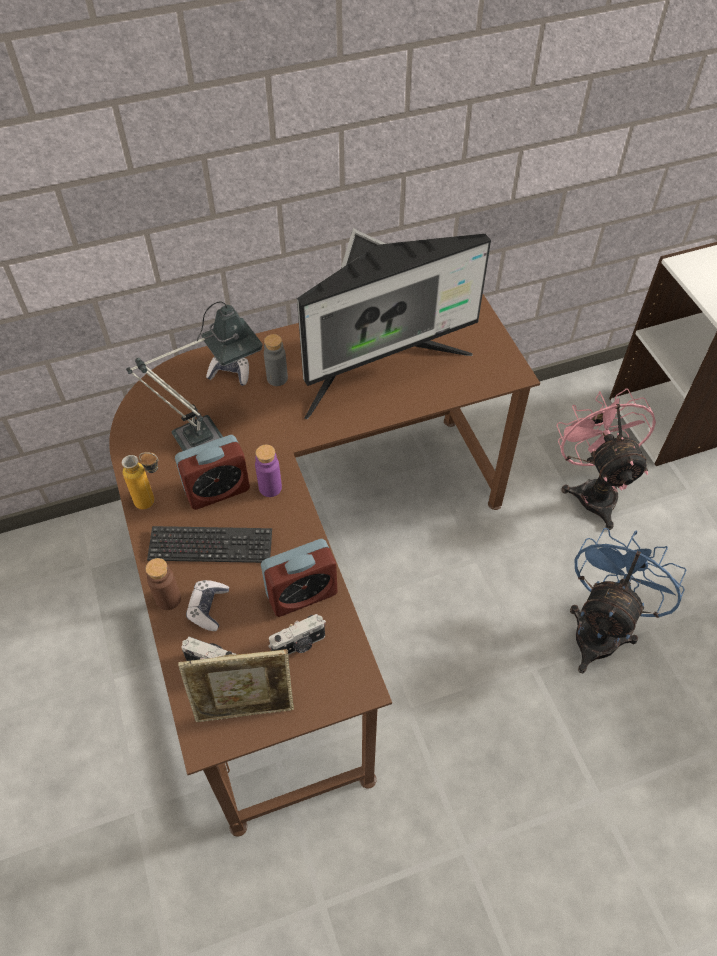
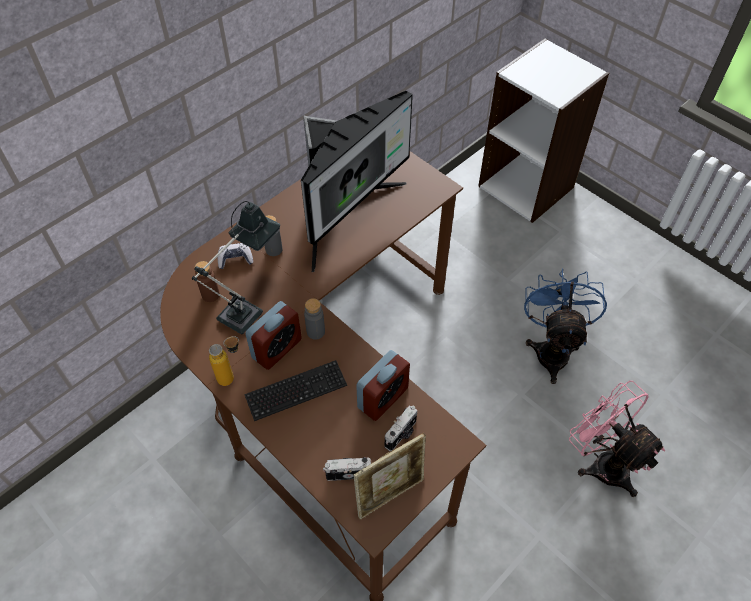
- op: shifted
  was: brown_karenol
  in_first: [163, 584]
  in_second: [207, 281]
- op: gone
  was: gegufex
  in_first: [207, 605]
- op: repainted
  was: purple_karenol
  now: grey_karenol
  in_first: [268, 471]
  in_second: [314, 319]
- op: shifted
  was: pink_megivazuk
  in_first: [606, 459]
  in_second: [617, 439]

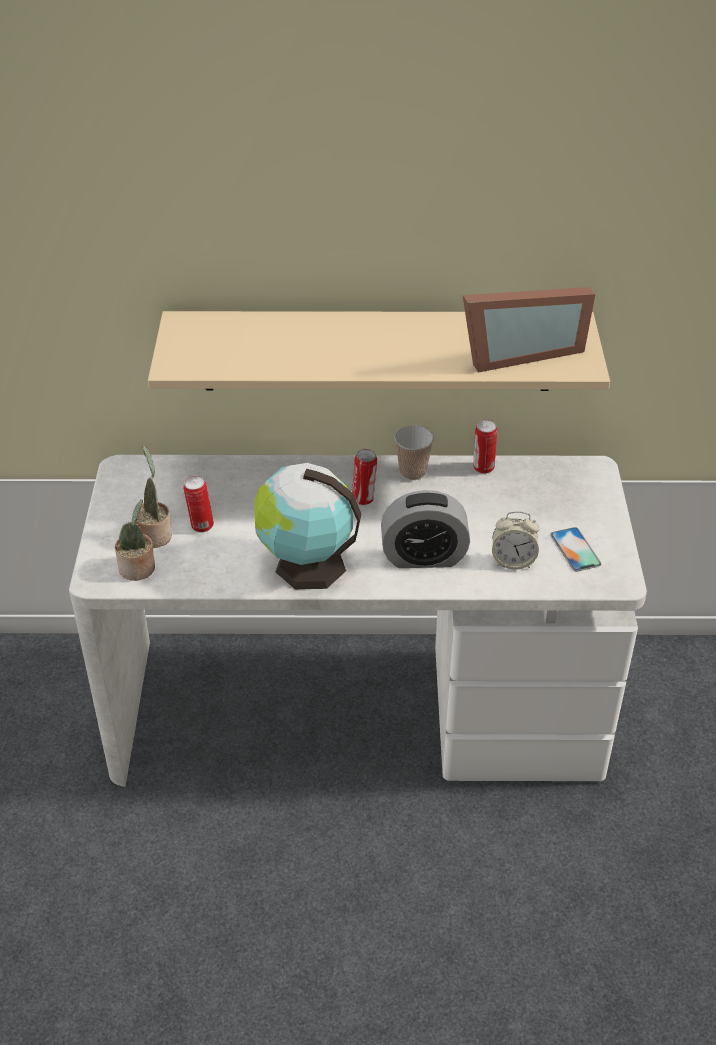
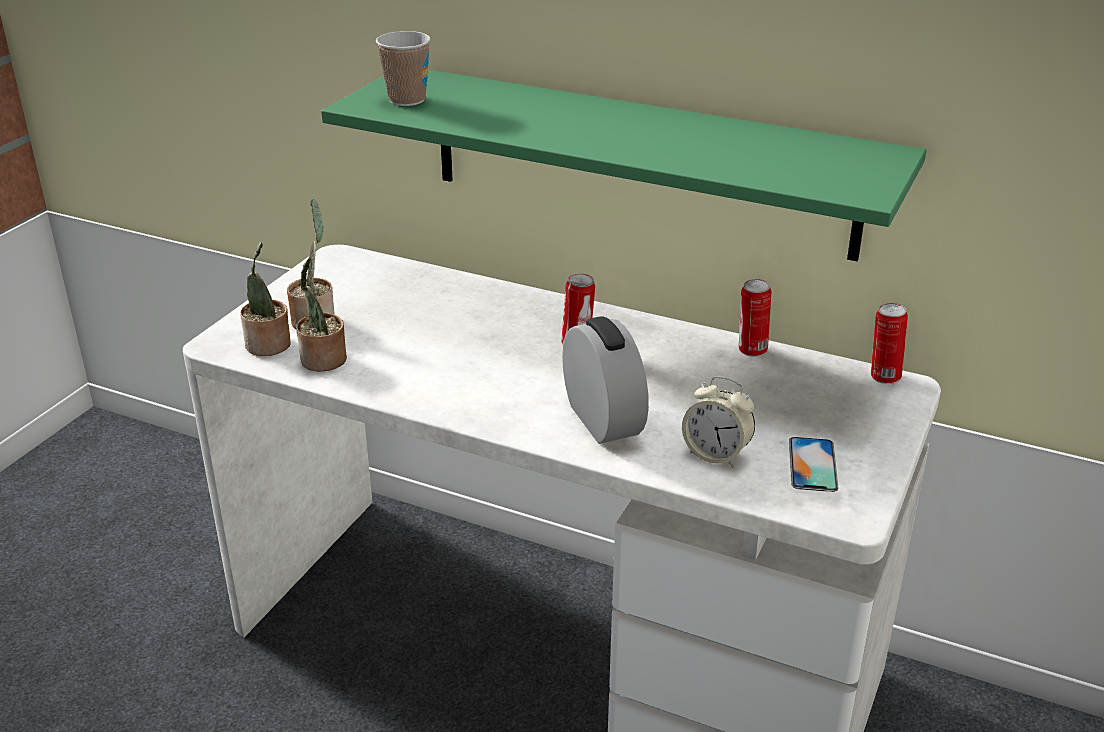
- op: repainted
  was: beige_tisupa
  now: green_tisupa
  in_first: [379, 351]
  in_second: [623, 166]
- op: shifted
  was: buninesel
  in_first: [199, 504]
  in_second: [889, 343]
- op: gone
  was: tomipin
  in_first: [308, 526]
- op: rotated
  was: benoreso
  in_first: [425, 529]
  in_second: [605, 380]
  clockwise: -135
- op: shifted
  was: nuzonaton
  in_first: [414, 452]
  in_second: [403, 68]
- op: gone
  was: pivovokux
  in_first: [529, 329]
- op: new
  now: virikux
  in_second: [321, 314]

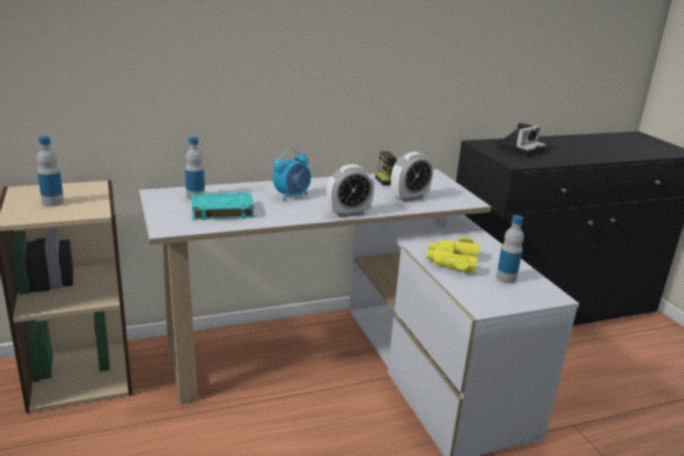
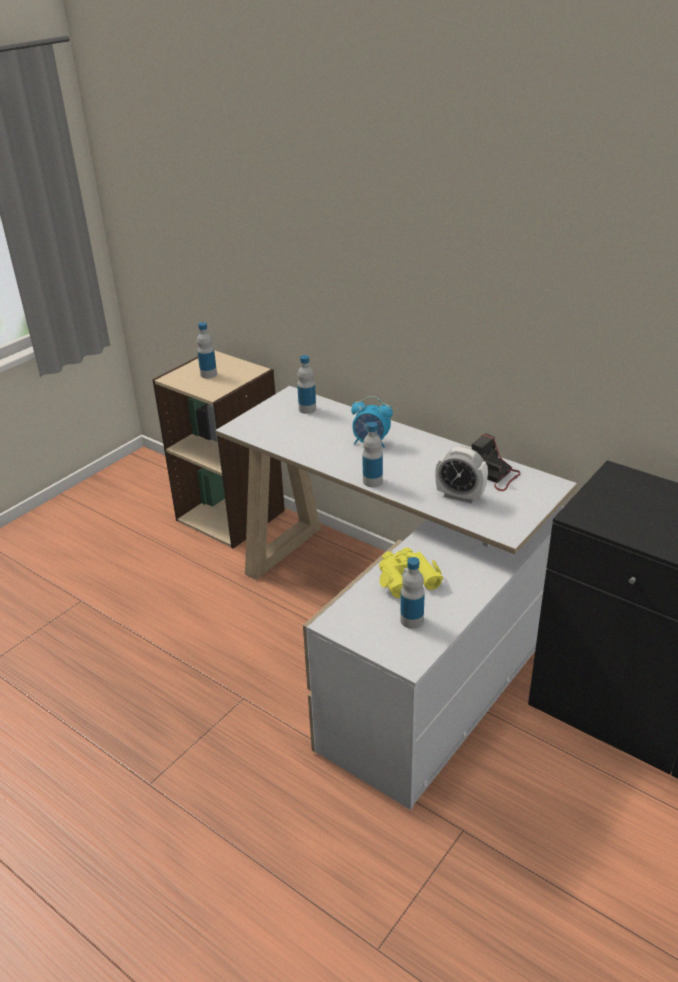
- op: gone
  was: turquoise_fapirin
  in_first: [223, 206]
- op: swapped
  was: benoreso
  now: karenol
  in_first: [350, 190]
  in_second: [372, 454]
- op: gone
  was: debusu
  in_first: [521, 140]

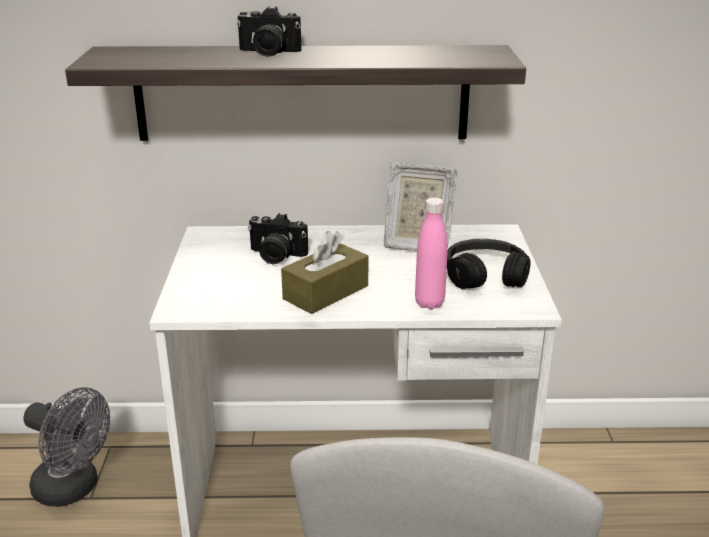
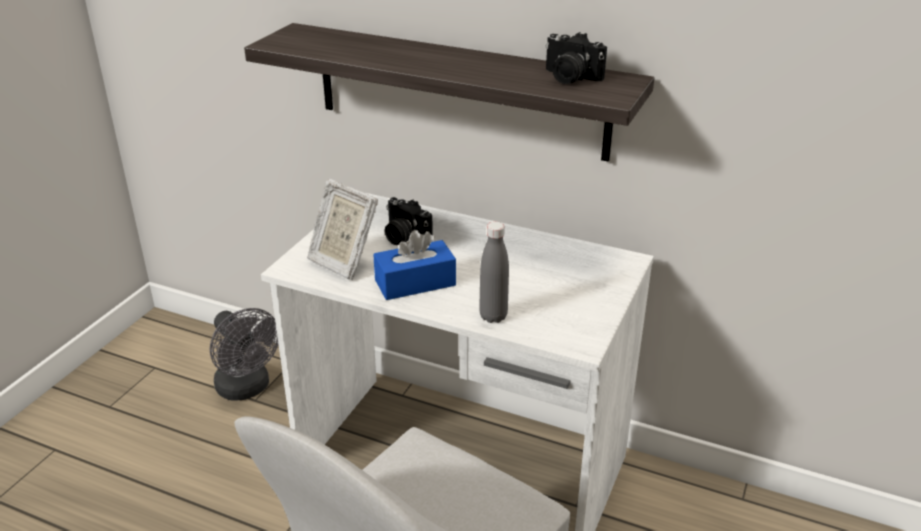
- op: shifted
  was: debusu
  in_first: [268, 31]
  in_second: [576, 58]
- op: repainted
  was: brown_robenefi
  now: blue_robenefi
  in_first: [325, 272]
  in_second: [414, 265]
- op: shifted
  was: pivovokux
  in_first: [420, 206]
  in_second: [342, 229]
- op: repainted
  was: pink_karenol
  now: grey_karenol
  in_first: [431, 253]
  in_second: [494, 272]
- op: gone
  was: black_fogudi
  in_first: [488, 264]

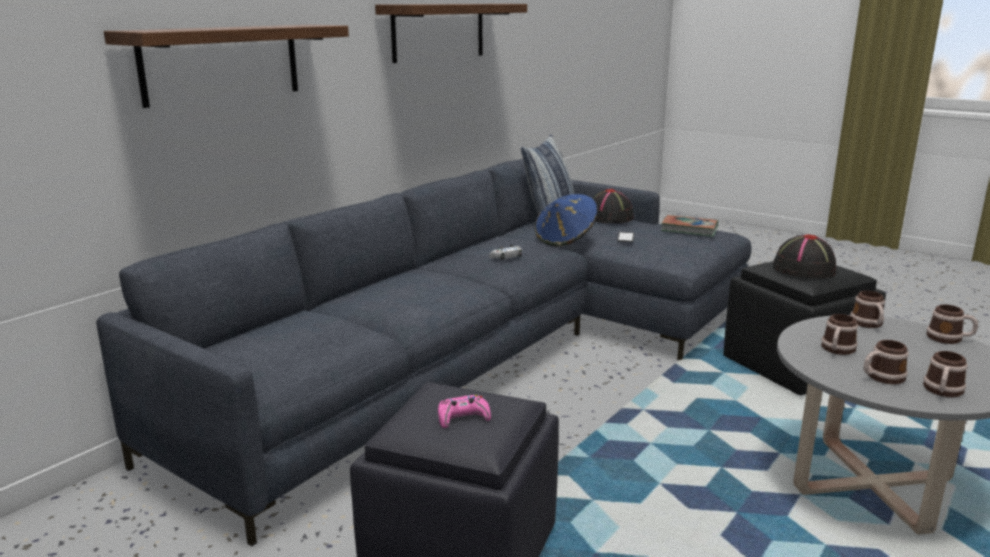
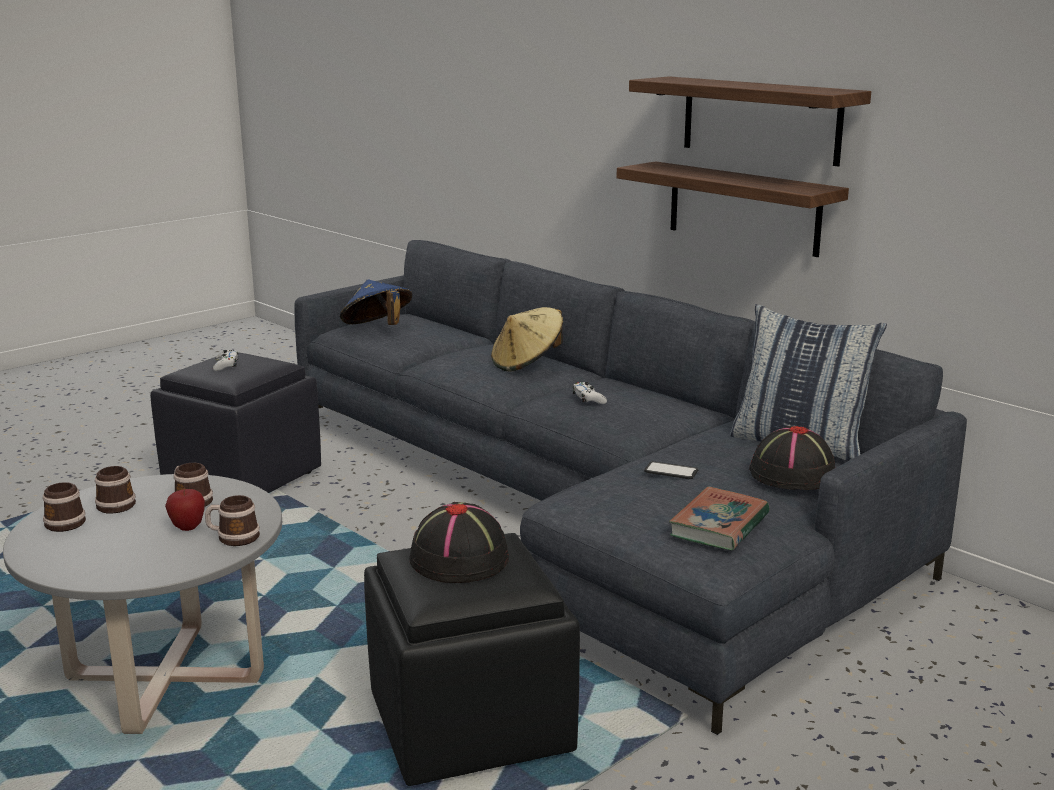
- op: shifted
  was: tisupa
  in_first: [226, 66]
  in_second: [733, 209]
- op: repainted
  was: pink_gegufex
  now: white_gegufex
  in_first: [464, 411]
  in_second: [225, 360]
- op: shifted
  was: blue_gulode
  in_first: [566, 220]
  in_second: [376, 302]
- op: gone
  was: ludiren
  in_first: [952, 324]
- op: new
  now: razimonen
  in_second: [185, 510]
- op: new
  now: beige_gulode
  in_second: [527, 339]

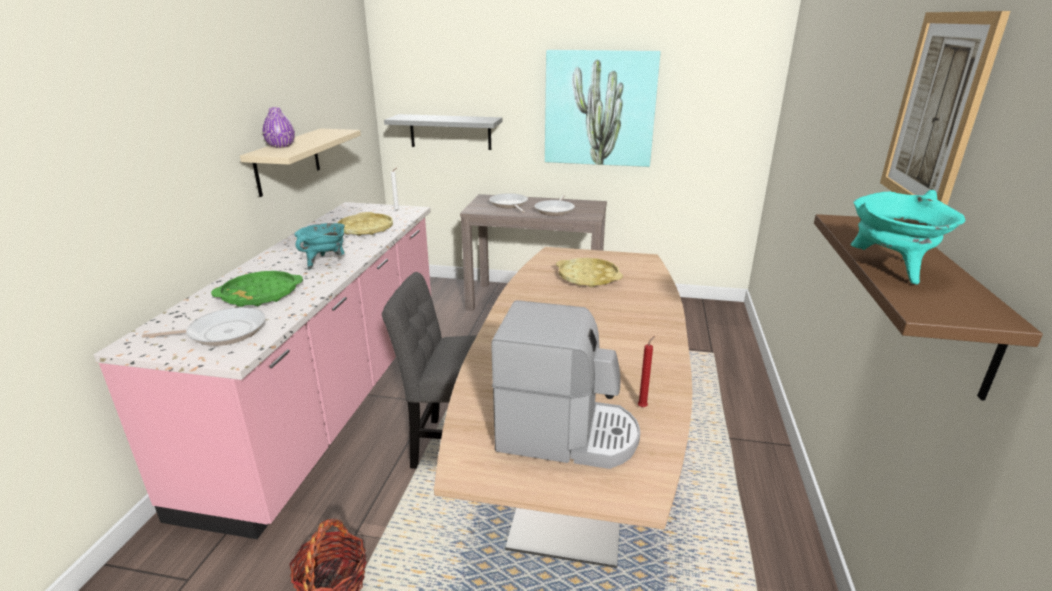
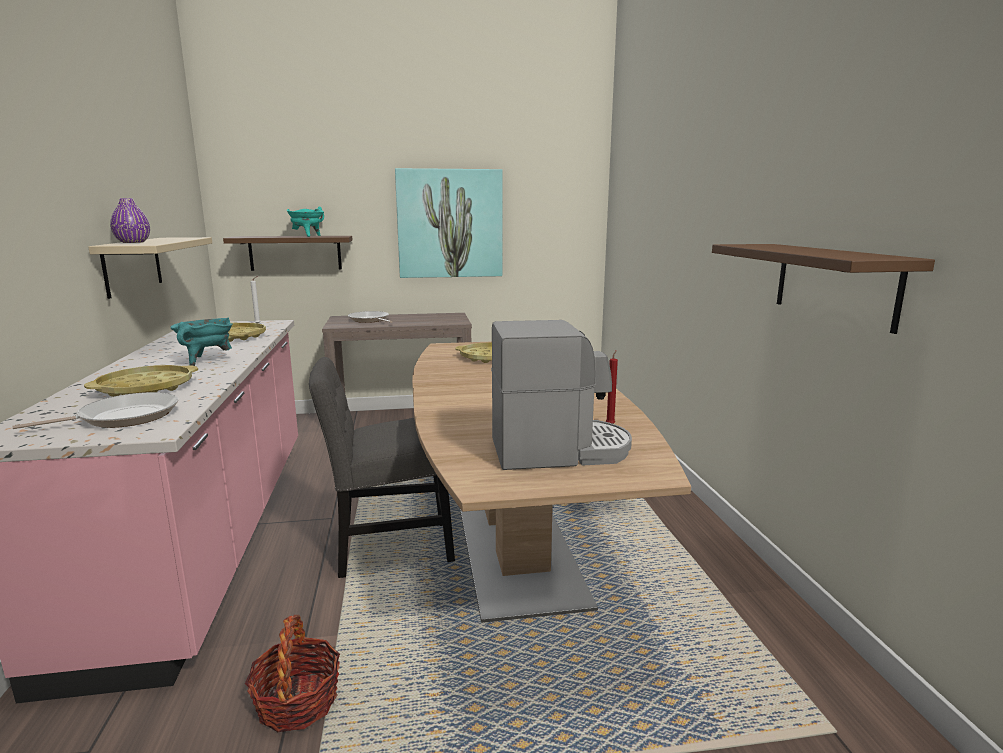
- op: repainted
  was: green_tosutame
  now: yellow_tosutame
  in_first: [257, 289]
  in_second: [141, 381]
- op: repainted
  was: grey_tisupa
  now: brown_tisupa
  in_first: [443, 132]
  in_second: [287, 253]
- op: gone
  was: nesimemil
  in_first: [554, 205]
- op: shifted
  was: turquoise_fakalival
  in_first: [908, 237]
  in_second: [305, 222]
- op: gone
  was: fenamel
  in_first: [945, 108]

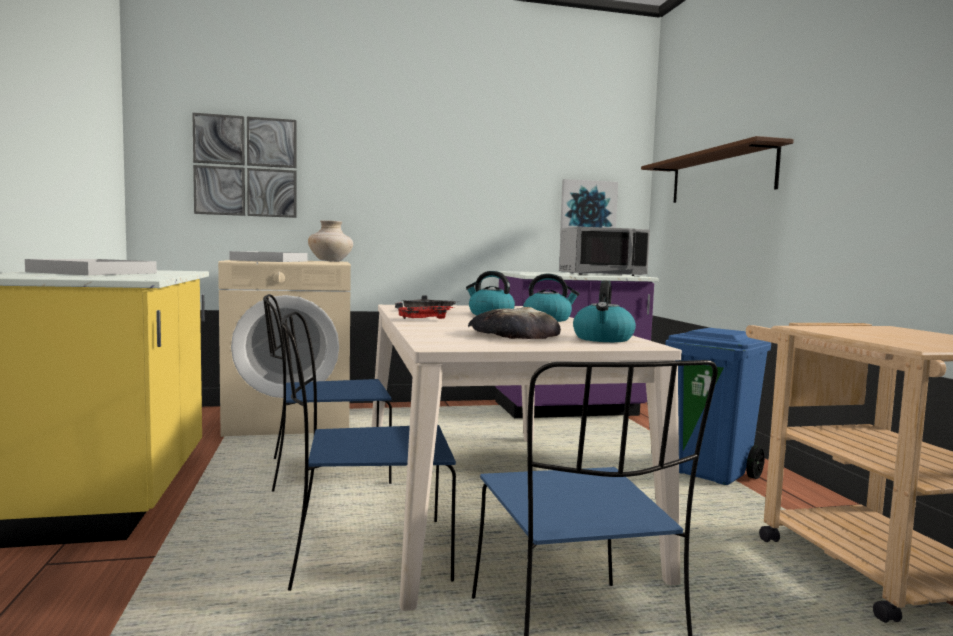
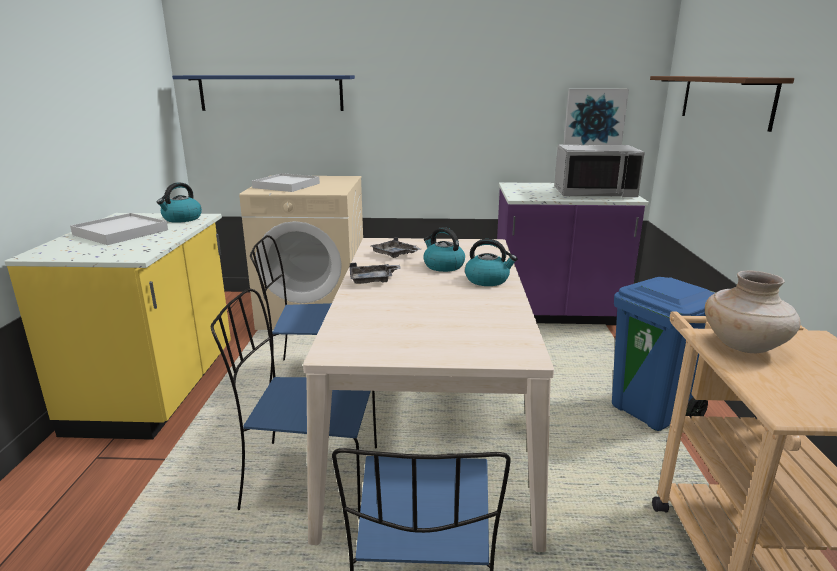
- op: swapped
  was: fenamel
  now: blue_tisupa
  in_first: [244, 165]
  in_second: [263, 93]
- op: shifted
  was: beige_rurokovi
  in_first: [330, 241]
  in_second: [753, 312]
- op: repainted
  was: red_tosutame
  now: grey_tosutame
  in_first: [424, 311]
  in_second: [375, 273]
- op: gone
  was: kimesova
  in_first: [514, 323]
- op: shifted
  was: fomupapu
  in_first: [604, 311]
  in_second: [179, 202]

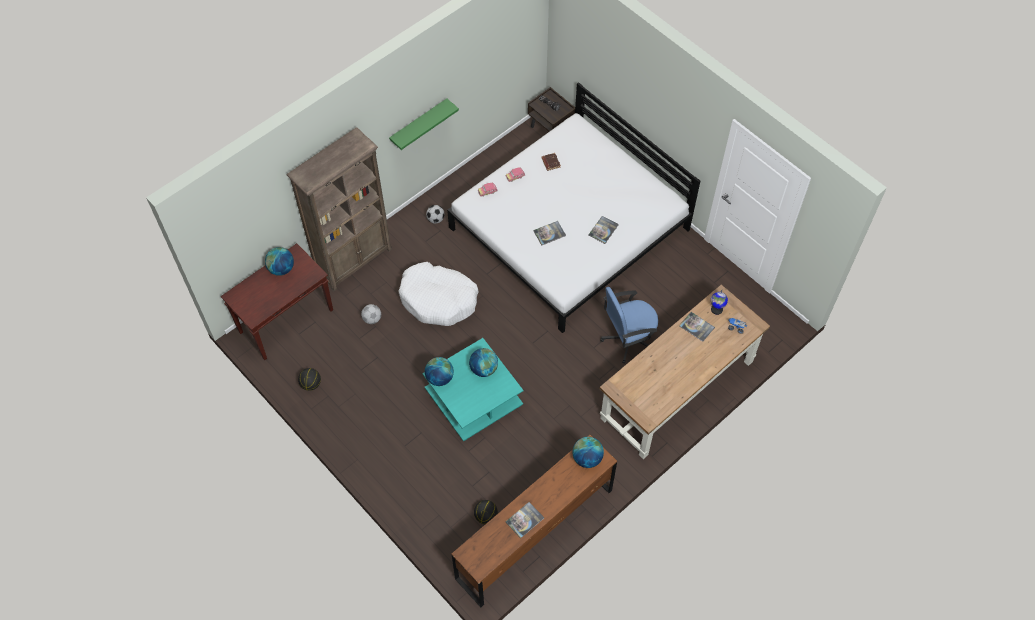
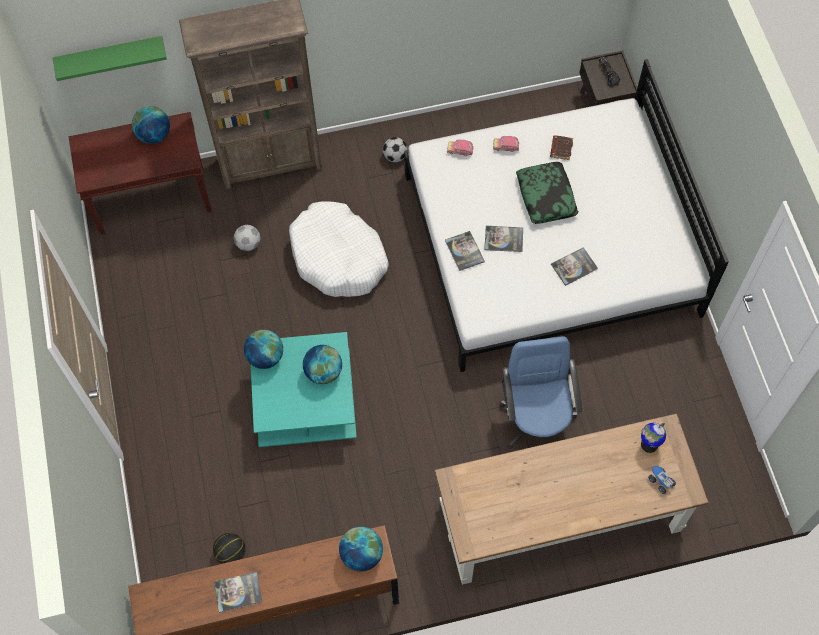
- op: gone
  was: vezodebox
  in_first: [309, 379]
- op: shifted
  was: green_tisupa
  in_first: [424, 124]
  in_second: [110, 58]
- op: rotated
  was: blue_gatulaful
  in_first: [629, 325]
  in_second: [541, 392]
  clockwise: 75
- op: shifted
  was: fapirin
  in_first: [697, 327]
  in_second: [465, 251]
- op: new
  now: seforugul
  in_second: [547, 193]

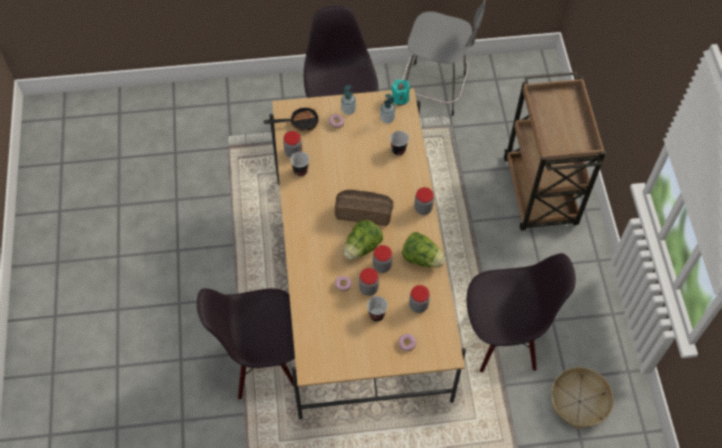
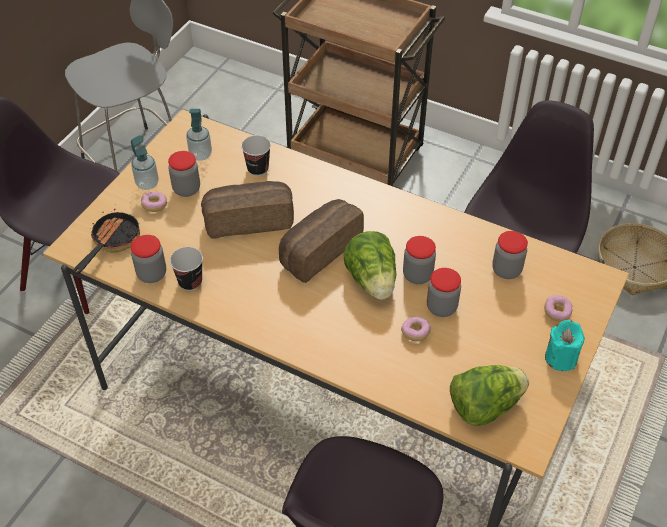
- op: gone
  was: nuzonaton
  in_first: [377, 309]
- op: shifted
  was: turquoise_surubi
  in_first: [400, 93]
  in_second: [565, 345]
- op: shifted
  was: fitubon
  in_first: [423, 250]
  in_second: [489, 395]
- op: shifted
  was: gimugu
  in_first: [424, 201]
  in_second: [184, 174]
- op: new
  now: kimesova
  in_second: [247, 210]

